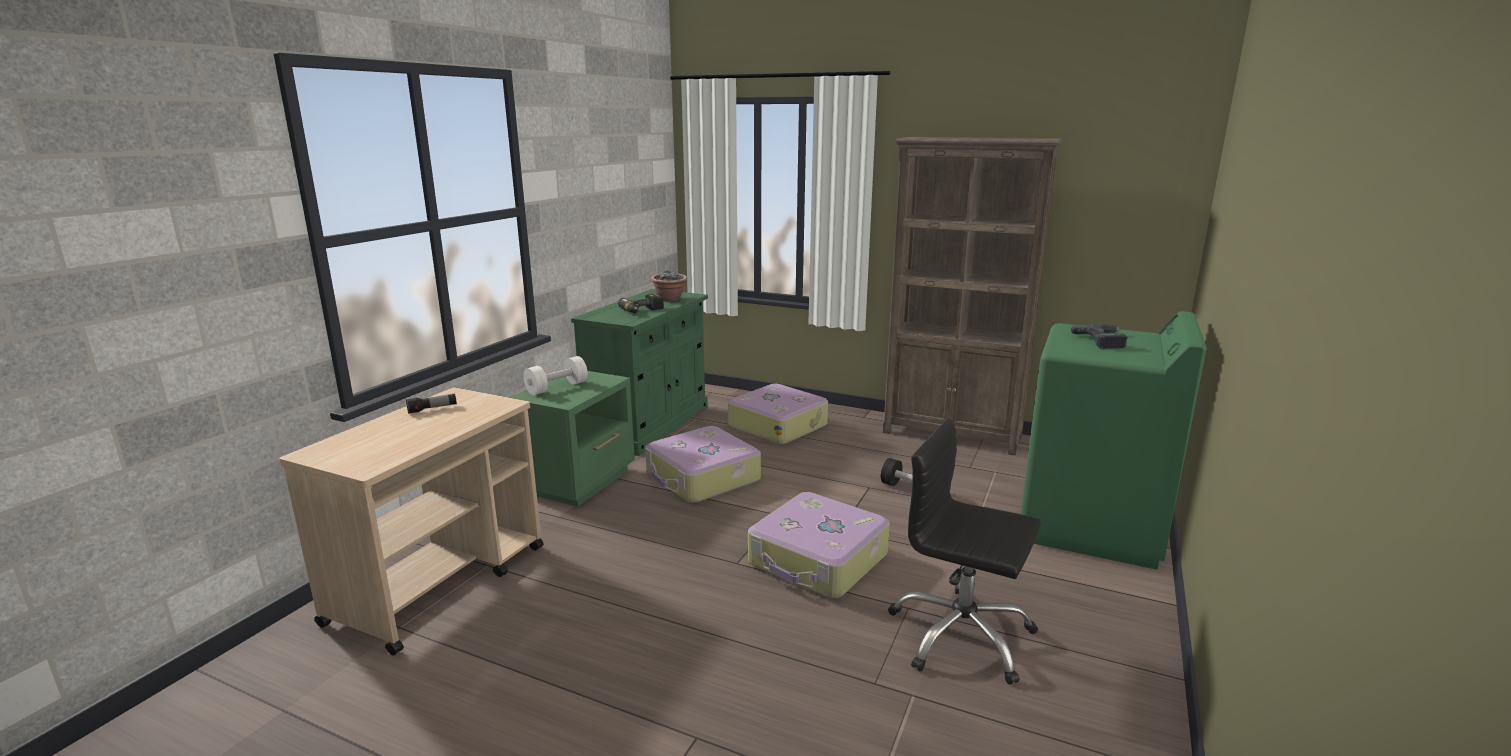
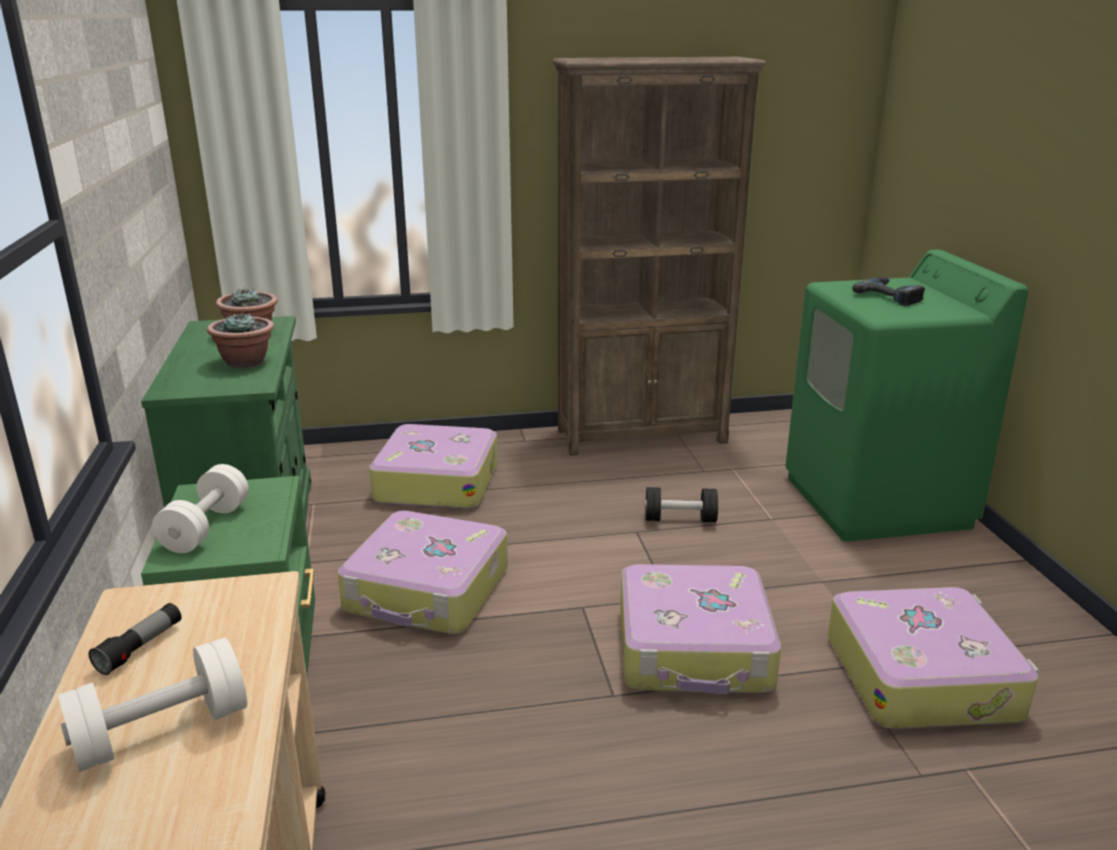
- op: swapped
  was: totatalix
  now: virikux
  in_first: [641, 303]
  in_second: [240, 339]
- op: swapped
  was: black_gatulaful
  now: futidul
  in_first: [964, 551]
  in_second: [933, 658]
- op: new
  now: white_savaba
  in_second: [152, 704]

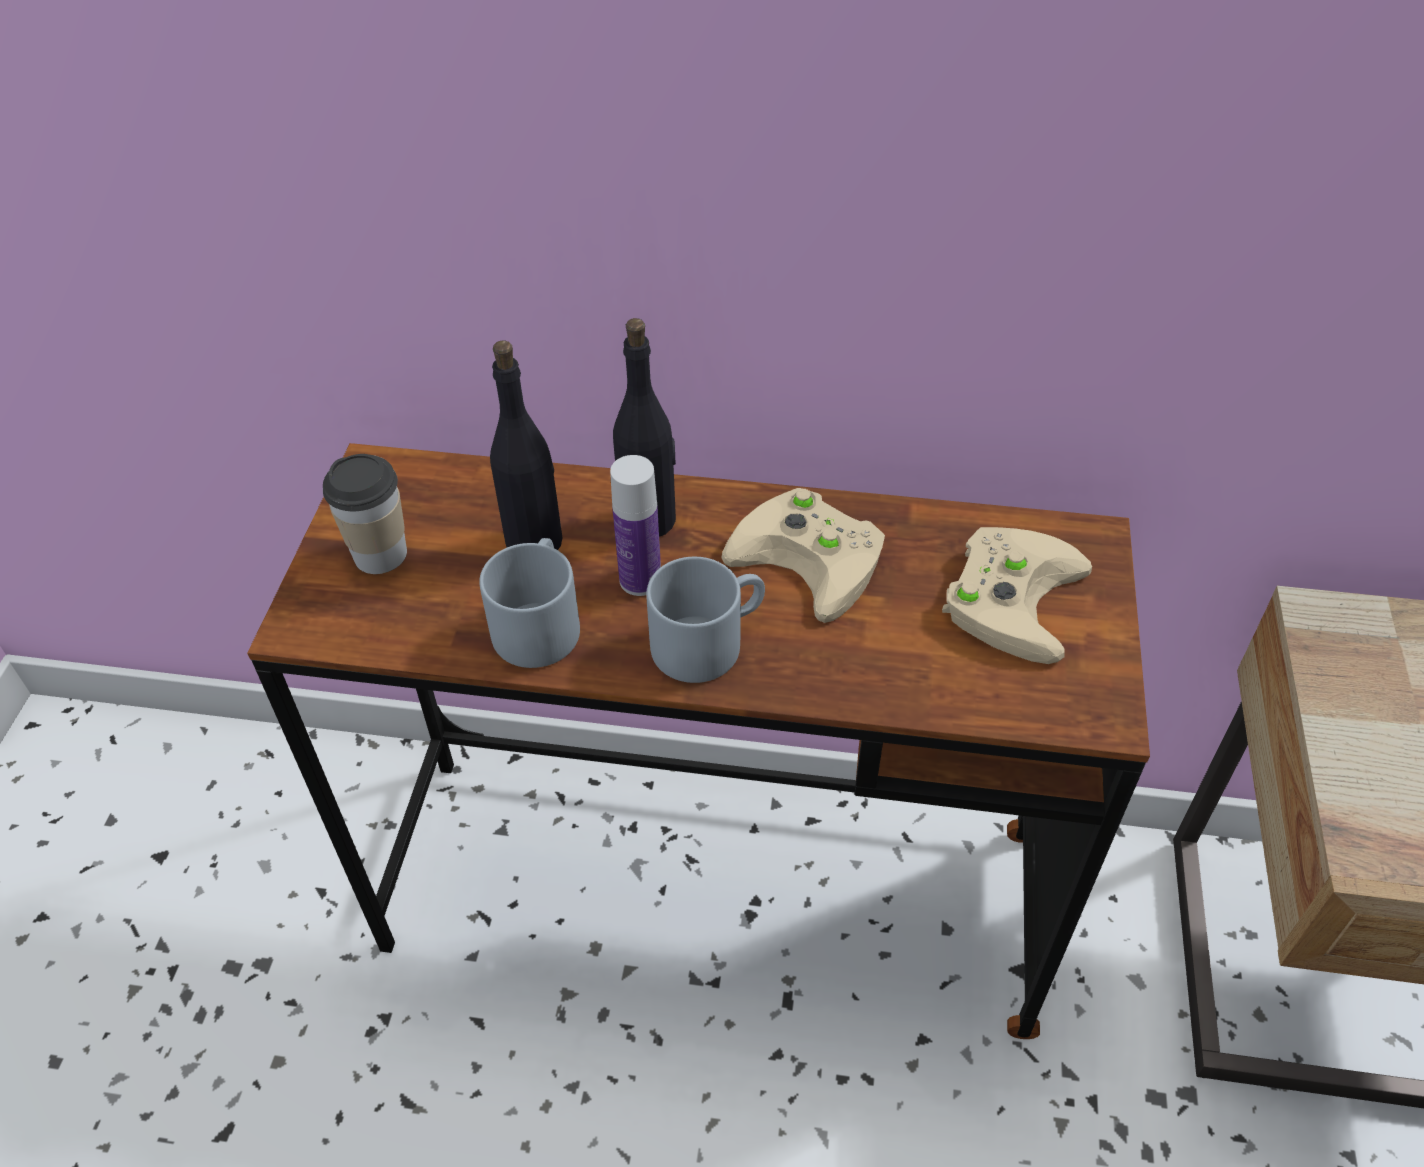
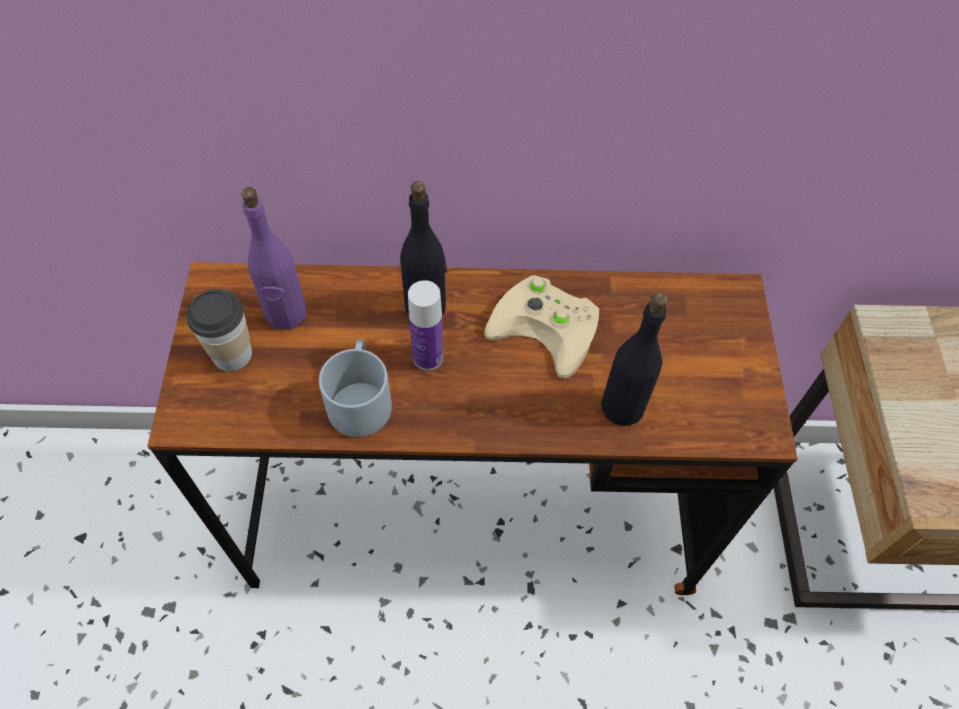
- op: shifted
  was: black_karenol
  in_first: [526, 445]
  in_second: [634, 359]
- op: gone
  was: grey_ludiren
  in_first: [705, 620]
- op: gone
  was: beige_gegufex
  in_first: [1017, 595]
- op: new
  now: purple_karenol
  in_second: [274, 258]

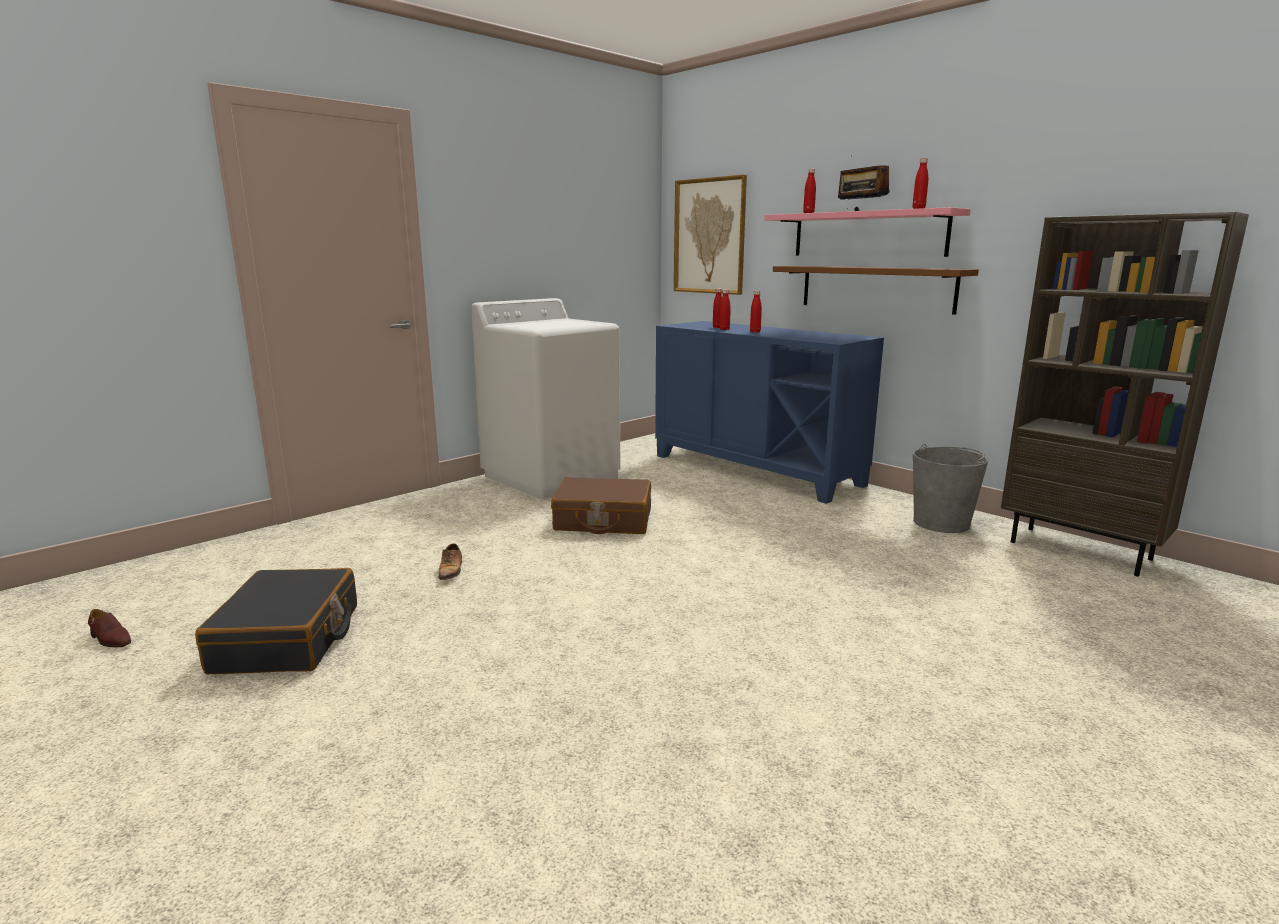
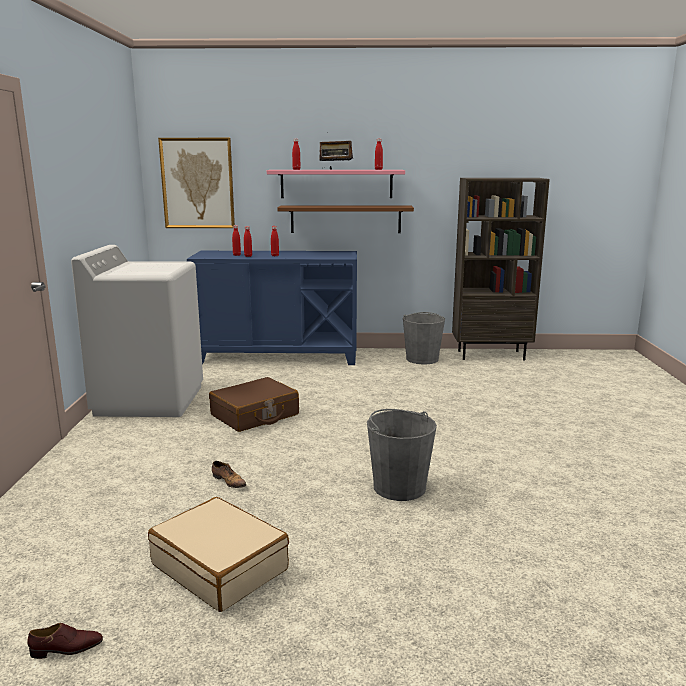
- op: repainted
  was: black_futidul
  now: beige_futidul
  in_first: [276, 621]
  in_second: [218, 554]
- op: new
  now: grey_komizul
  in_second: [402, 455]

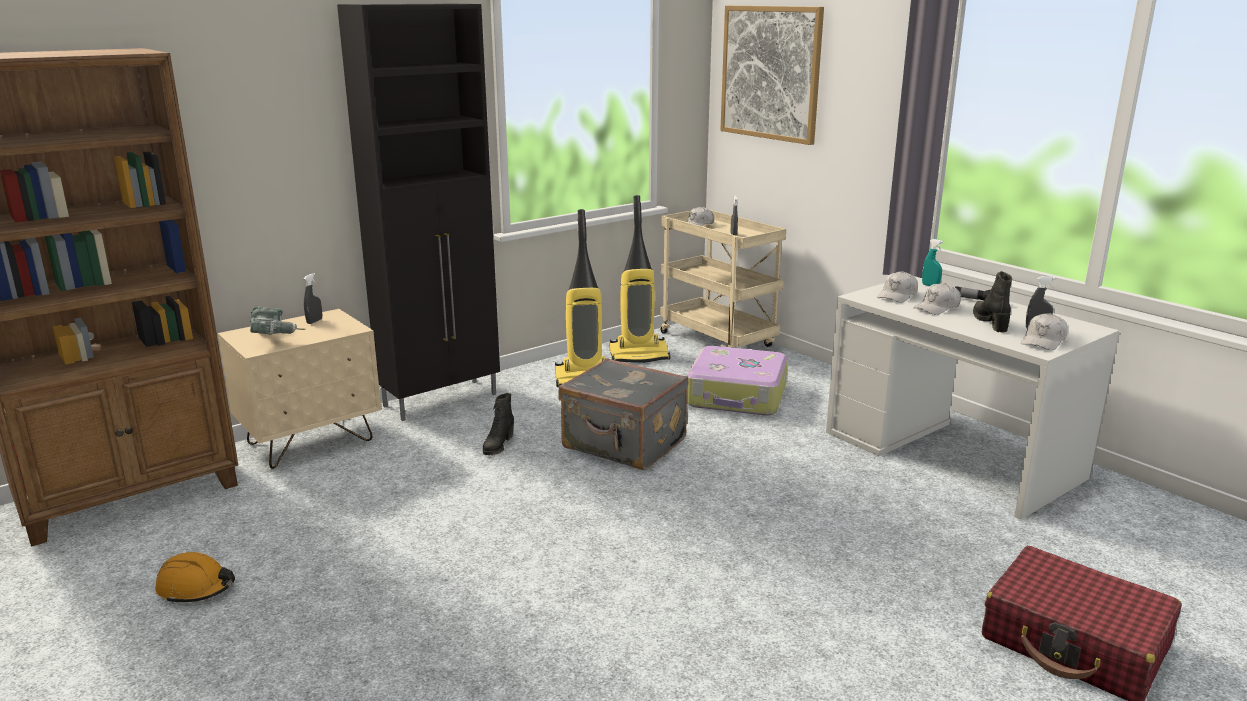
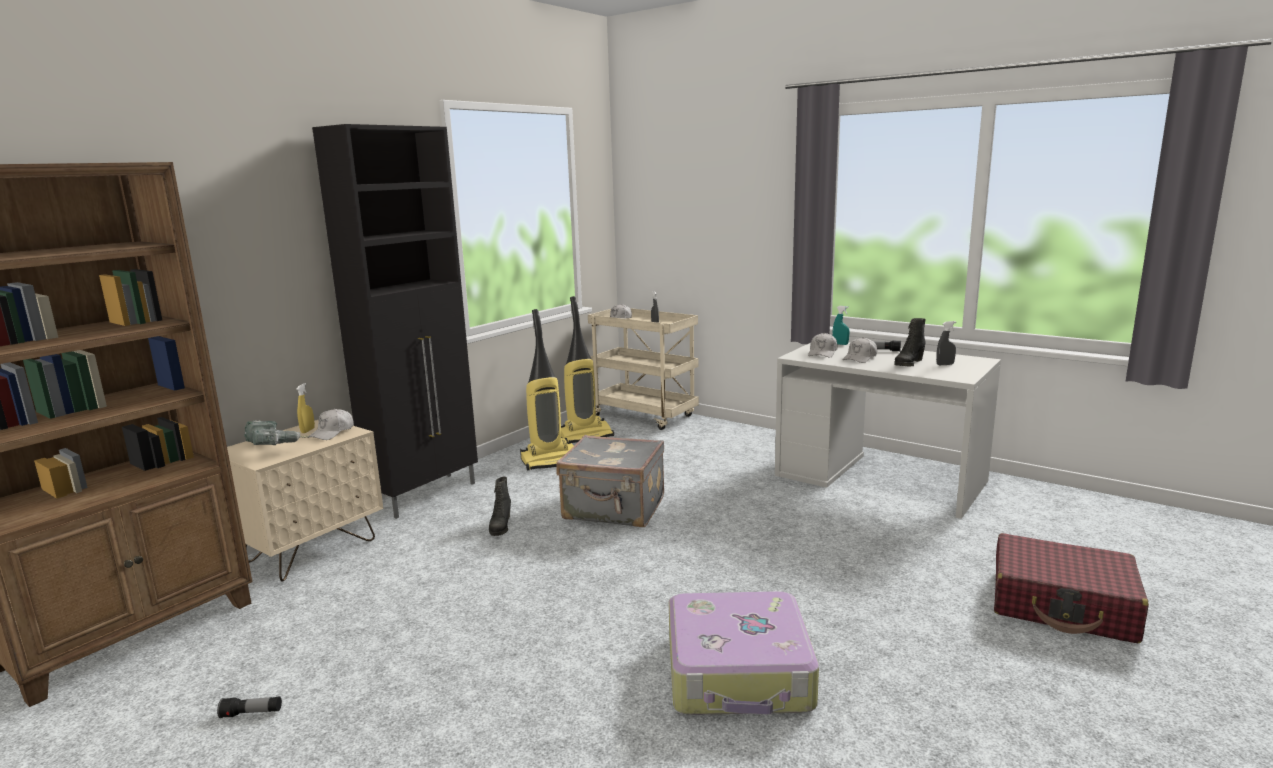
- op: swapped
  was: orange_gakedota
  now: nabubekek
  in_first: [195, 578]
  in_second: [249, 707]
- op: repainted
  was: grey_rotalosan
  now: yellow_rotalosan
  in_first: [313, 298]
  in_second: [305, 408]
- op: shifted
  was: futidul
  in_first: [737, 381]
  in_second: [744, 653]
- op: gone
  was: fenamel
  in_first: [772, 75]
- op: rotated
  was: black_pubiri
  in_first: [992, 302]
  in_second: [910, 342]
  clockwise: -120
- op: shifted
  was: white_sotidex
  in_first: [1044, 332]
  in_second: [331, 424]

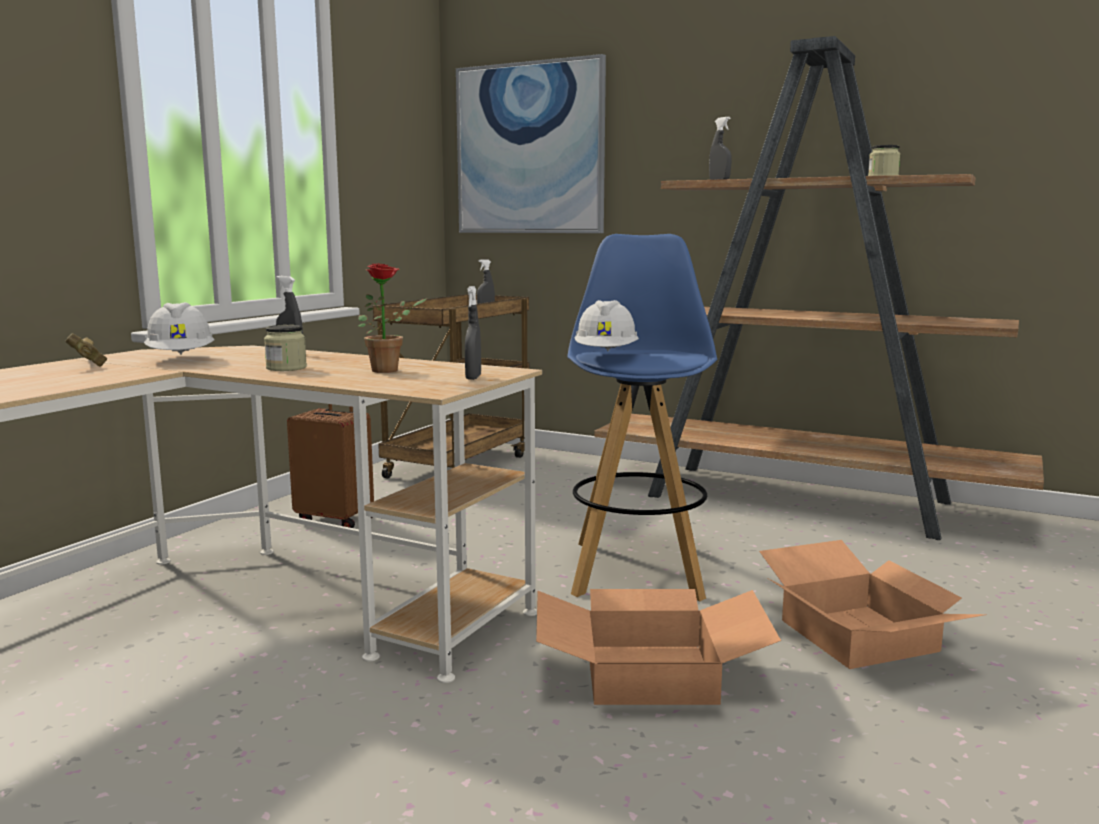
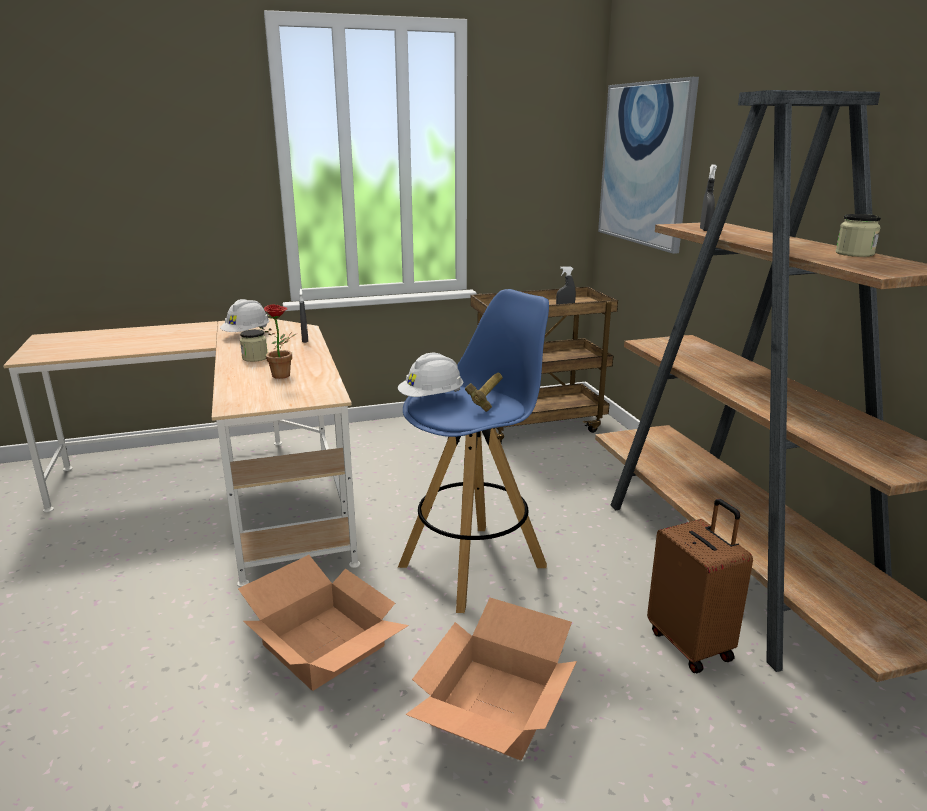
- op: shifted
  was: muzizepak
  in_first: [86, 350]
  in_second: [484, 392]
- op: shifted
  was: brown_futidul
  in_first: [330, 466]
  in_second: [700, 586]
- op: gone
  was: grey_rotalosan
  in_first: [473, 333]

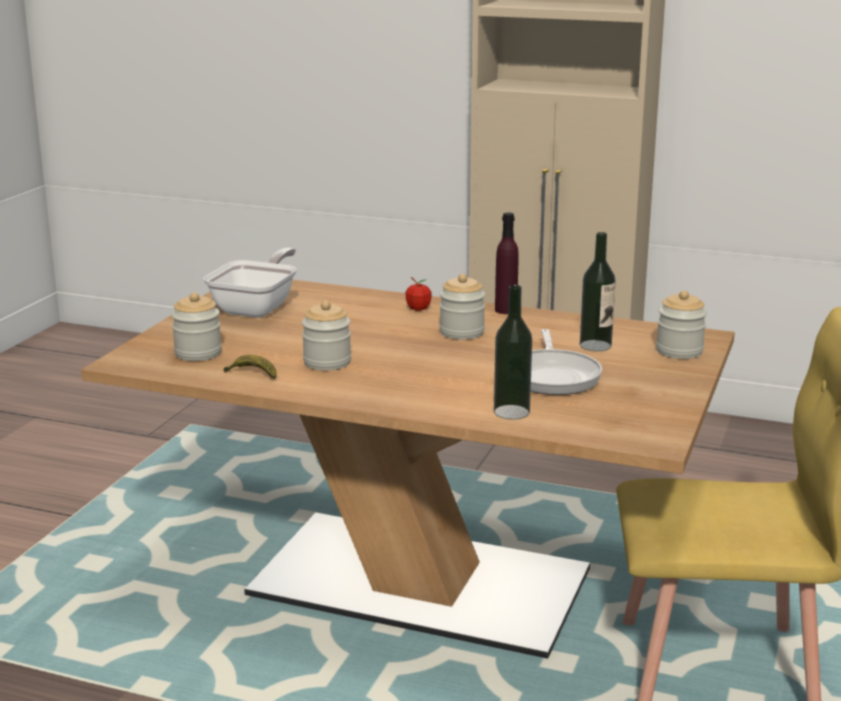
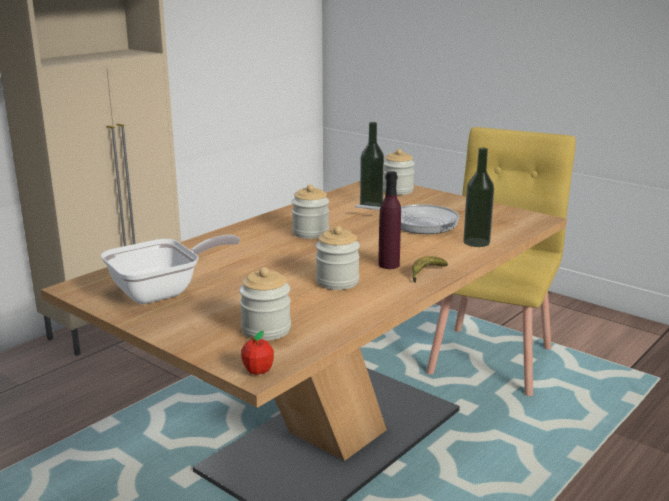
- op: rotated
  was: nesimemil
  in_first: [250, 282]
  in_second: [170, 269]
  clockwise: 105
- op: shifted
  was: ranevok
  in_first: [250, 367]
  in_second: [430, 269]
- op: shifted
  was: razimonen
  in_first: [418, 294]
  in_second: [257, 353]
- op: shifted
  was: purple_karenol
  in_first: [507, 263]
  in_second: [389, 220]

